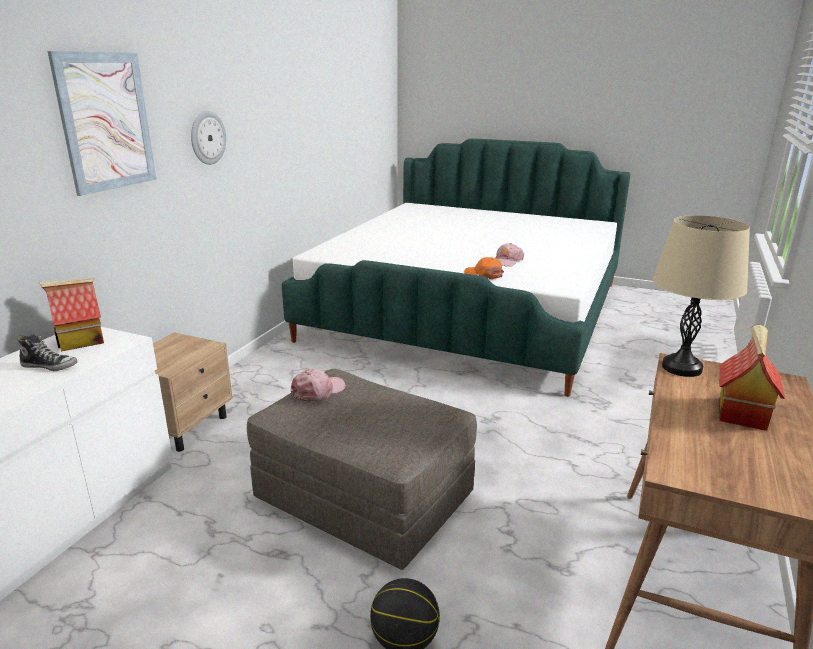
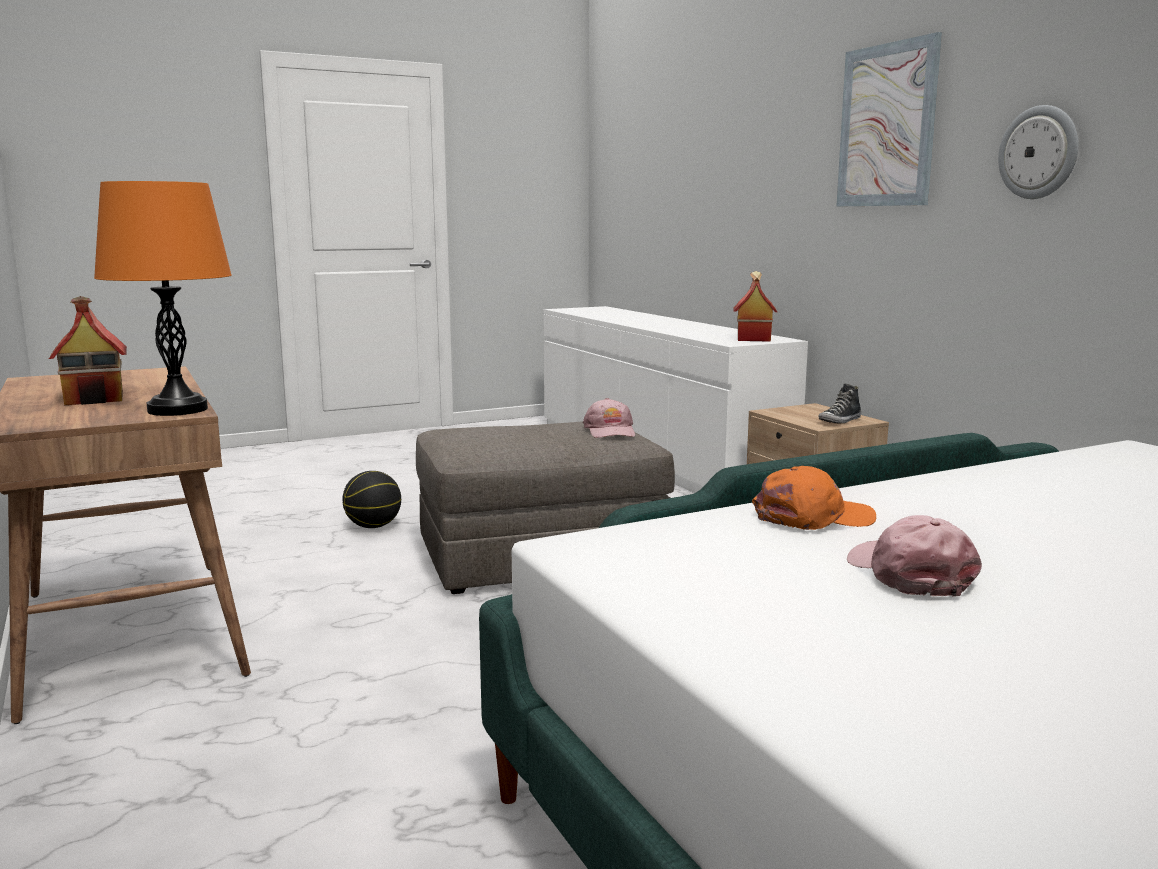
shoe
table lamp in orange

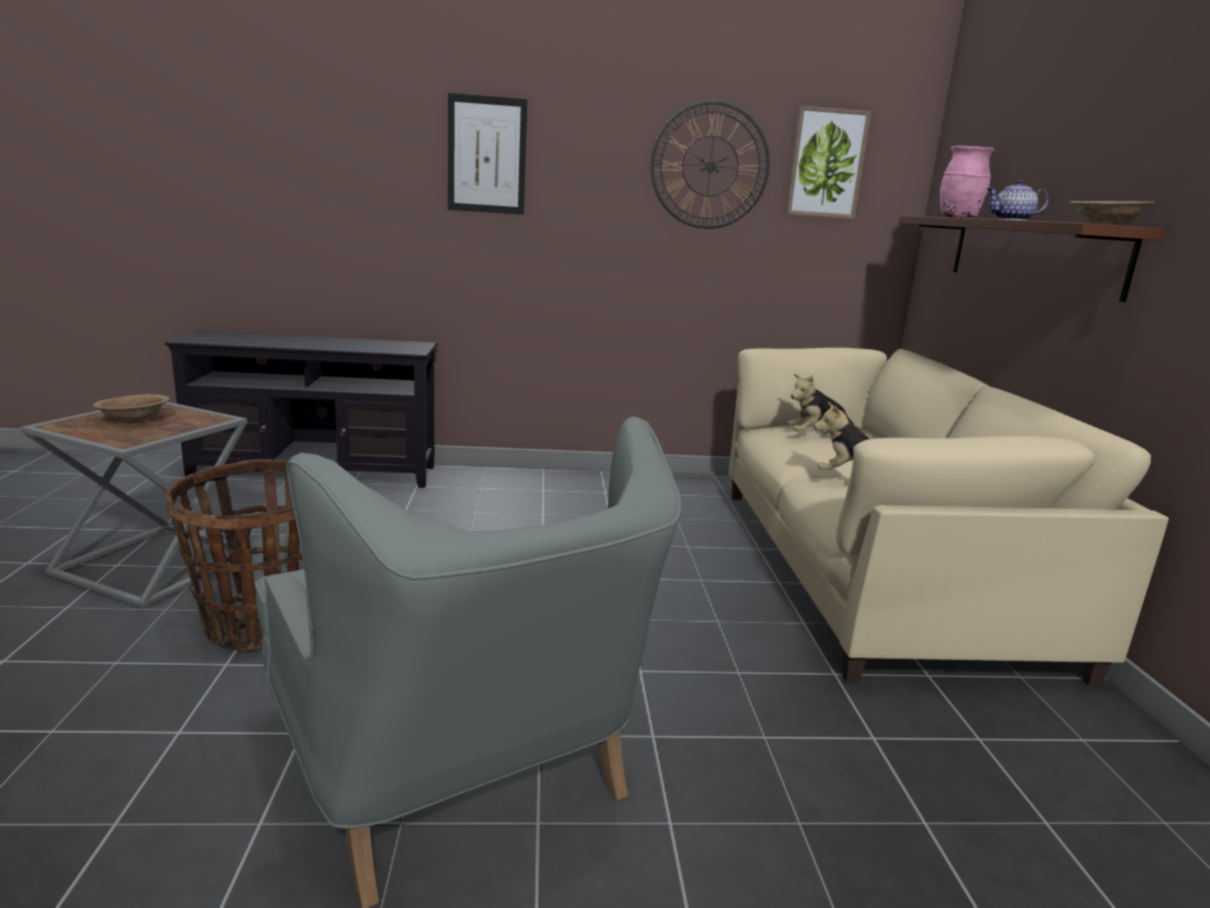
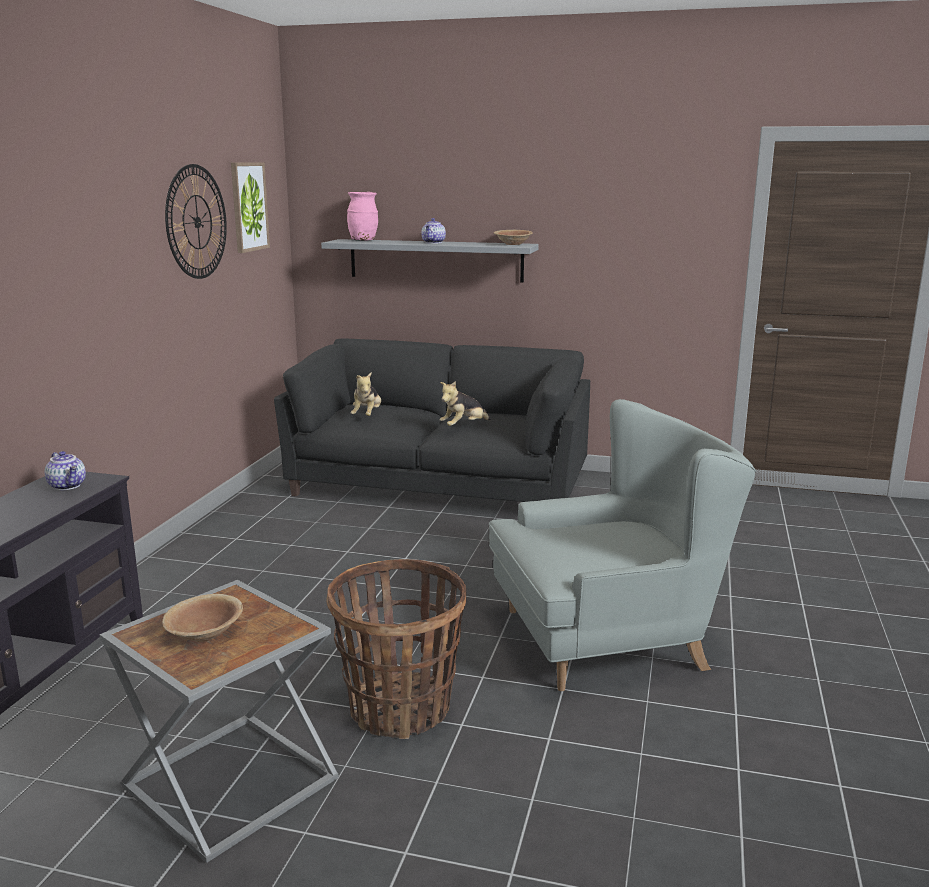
picture (no. 1 from left in the first image)
teapot (no. 1 from left)
sofa in black
shelf in grey

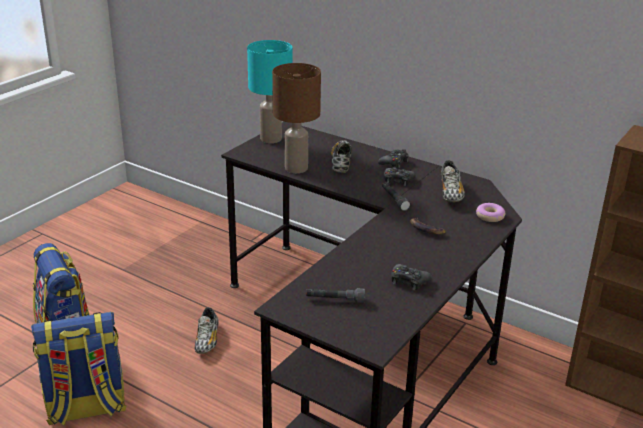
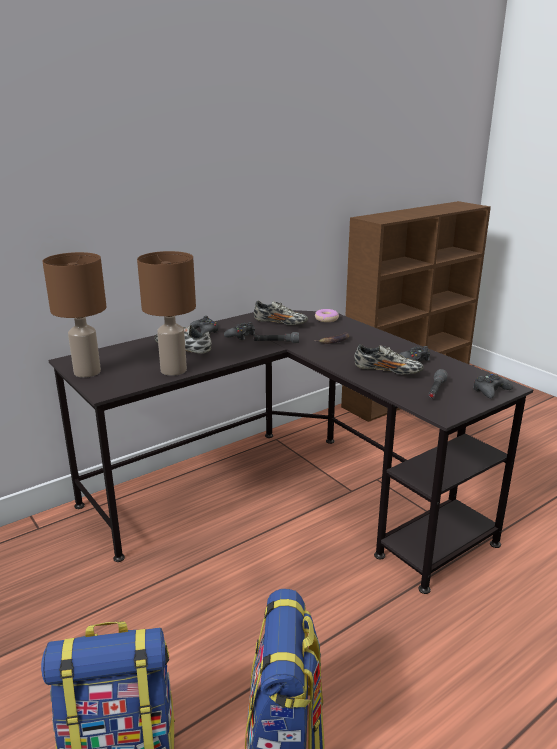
game controller in black (no. 4 from left)
shoe (no. 3 from left)
table lamp in brown (no. 1 from left)

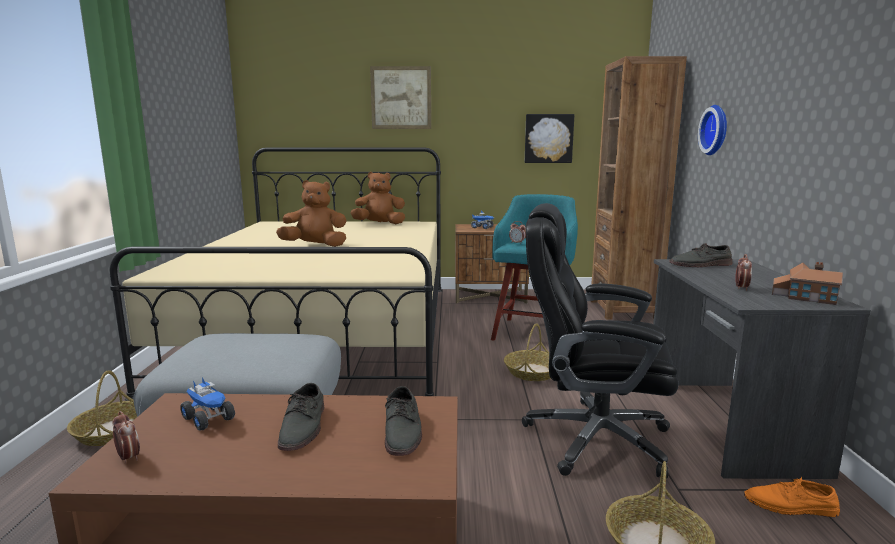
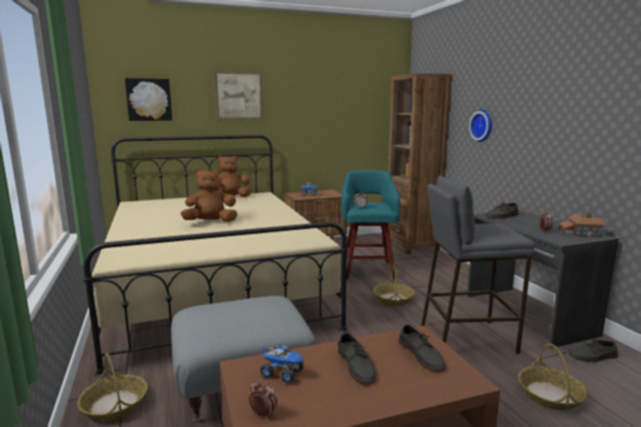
picture (no. 1 from left)
stool in grey
shoe in grey (no. 4 from left)

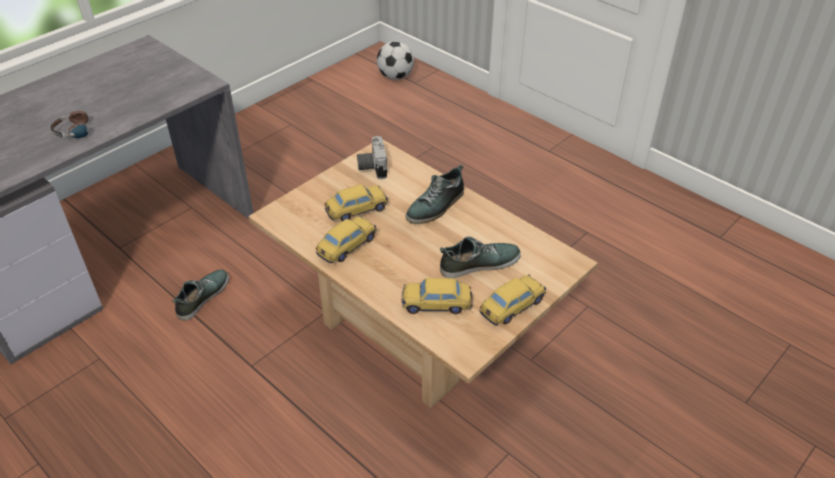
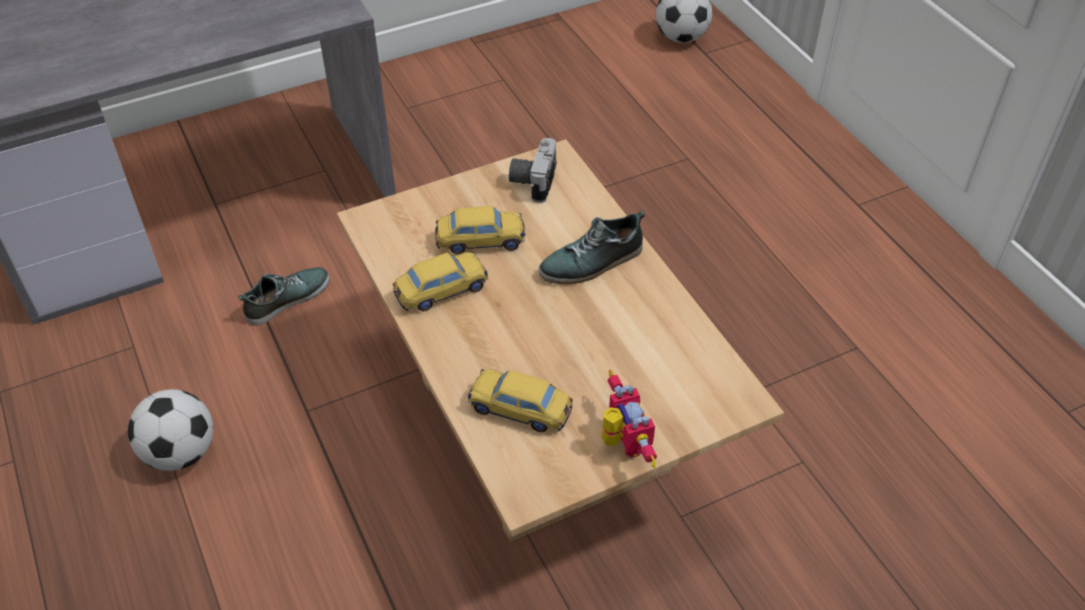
headphones
shoe (no. 3 from left in the first image)
football (no. 1 from left)
toy robot

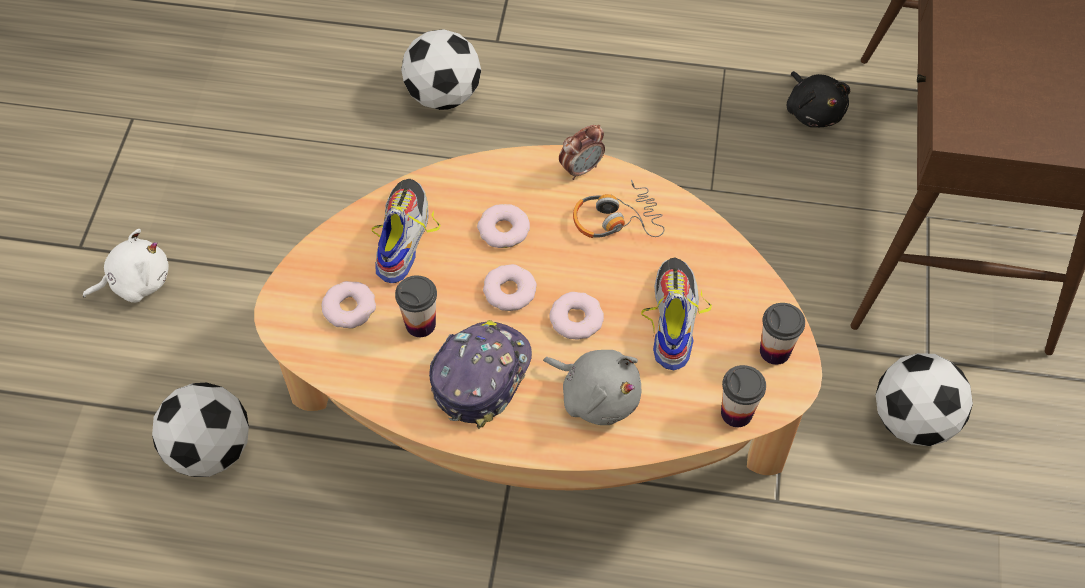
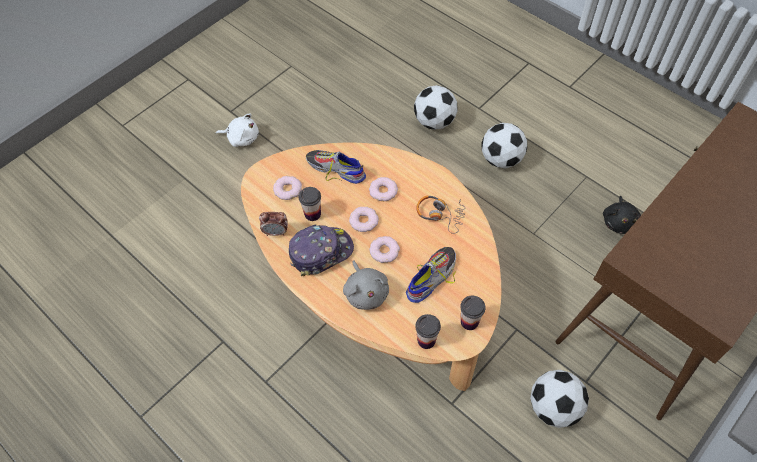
football (no. 2 from left)
alarm clock
shoe (no. 1 from left)

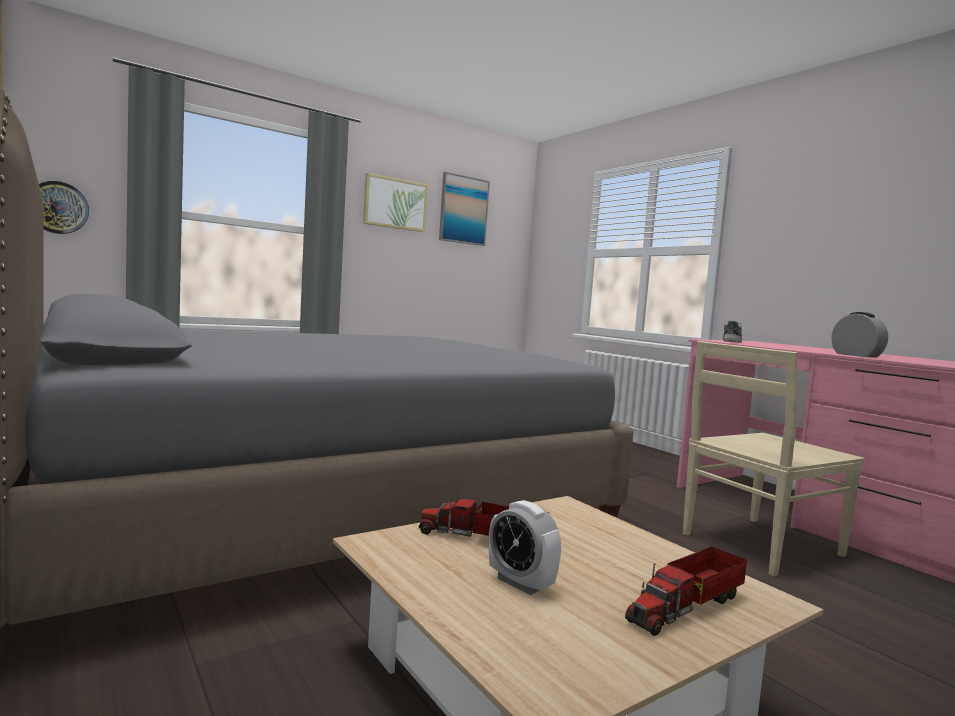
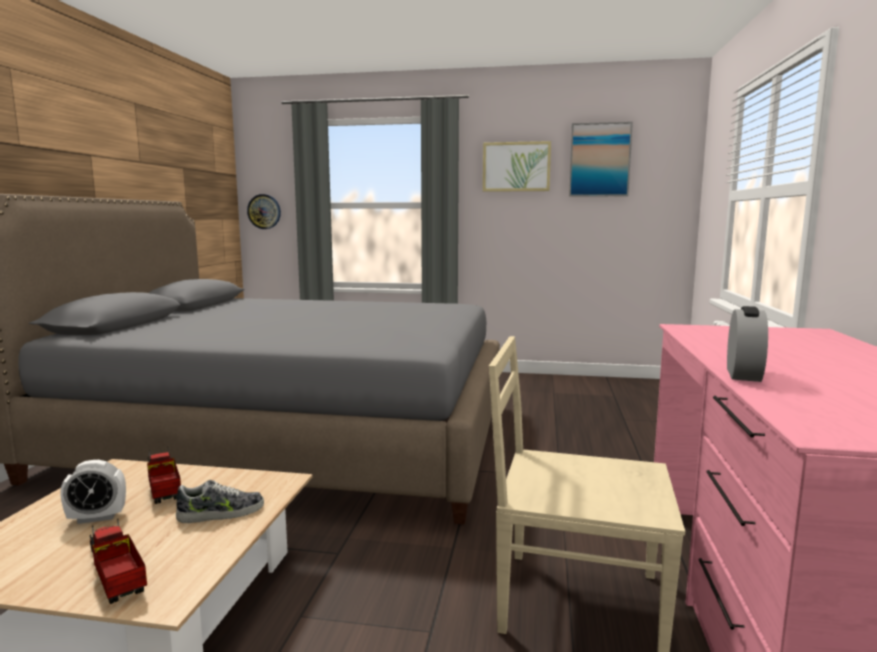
shoe
alarm clock (no. 1 from left)
toy truck (no. 1 from left)

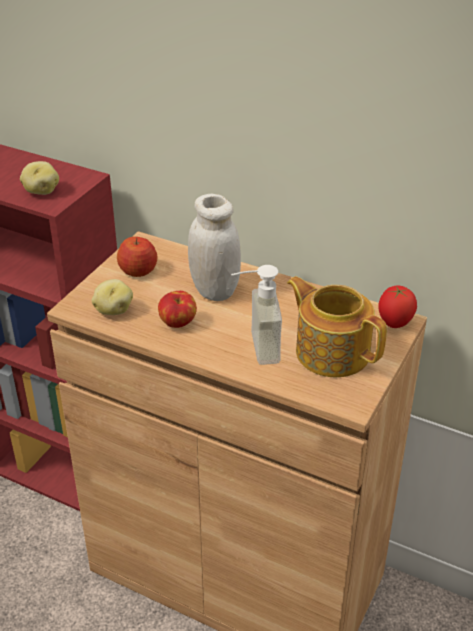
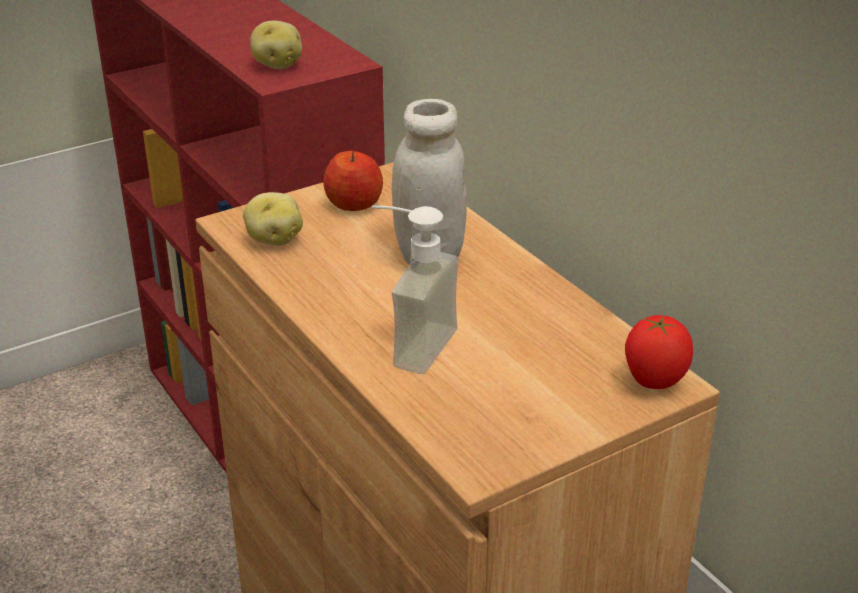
apple (no. 2 from left in the first image)
teapot

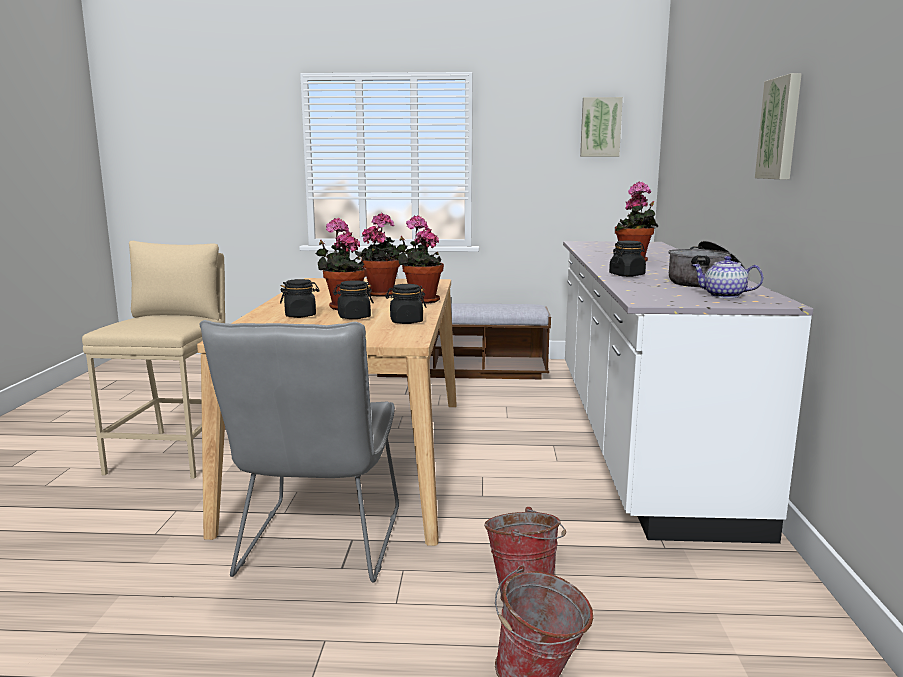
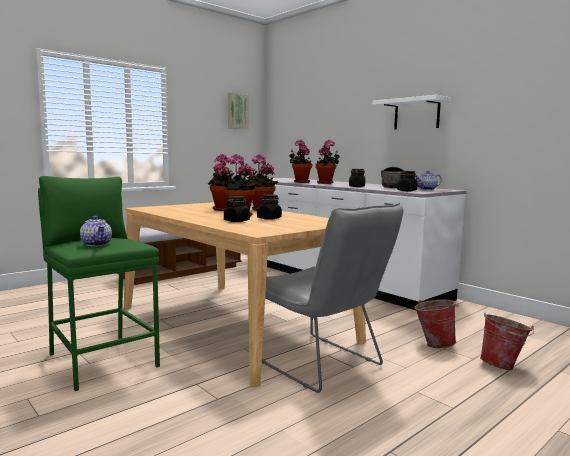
teapot (no. 1 from left)
potted plant (no. 4 from left)
jar in black (no. 4 from left)
shelf in white
stool in green

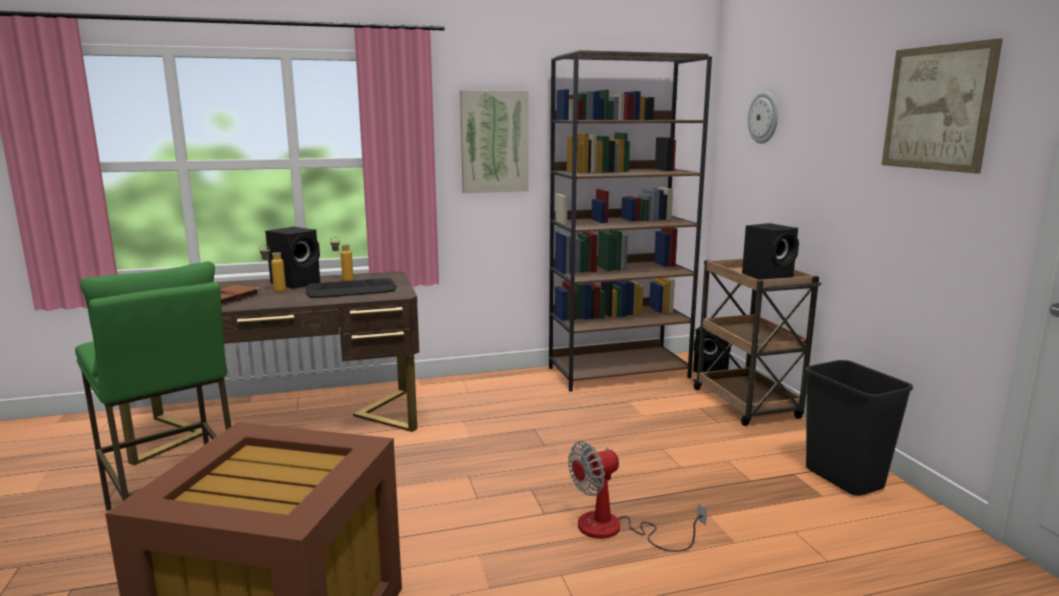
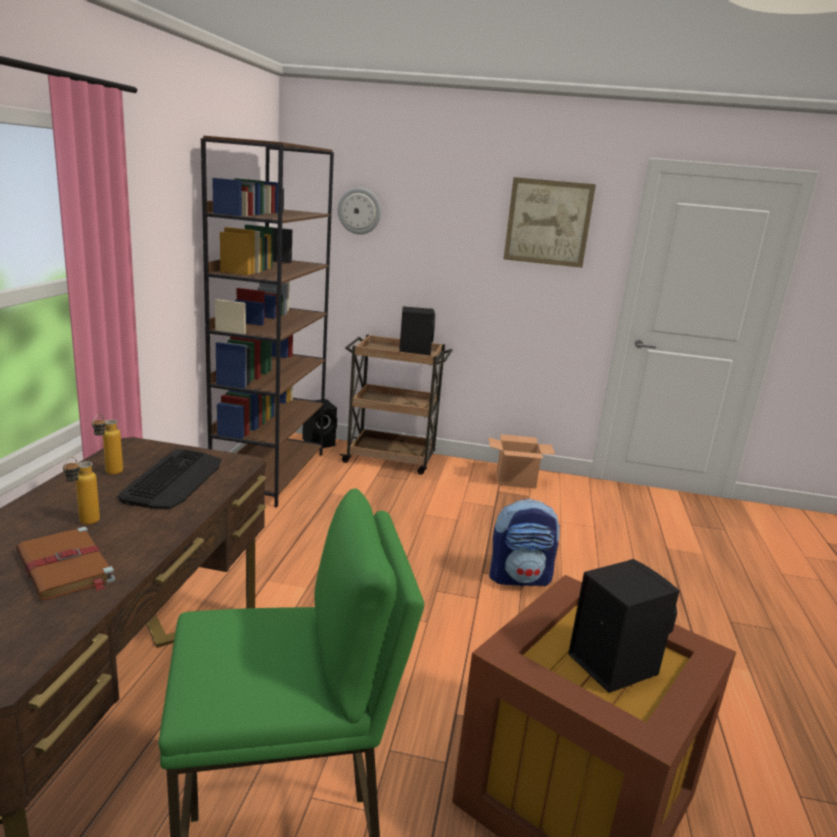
picture (no. 1 from left in the first image)
speaker in black (no. 3 from left)
backpack
cardboard box

